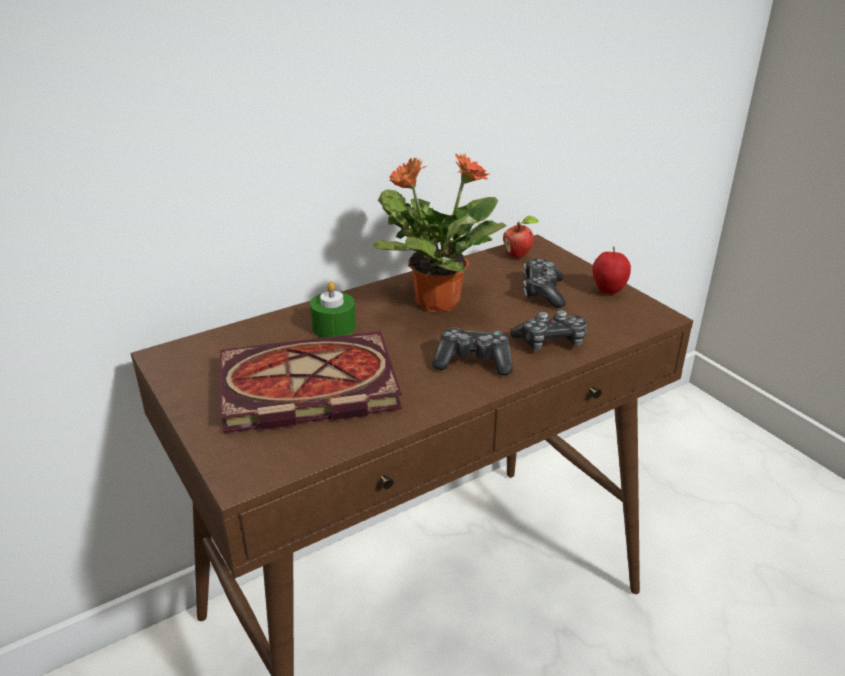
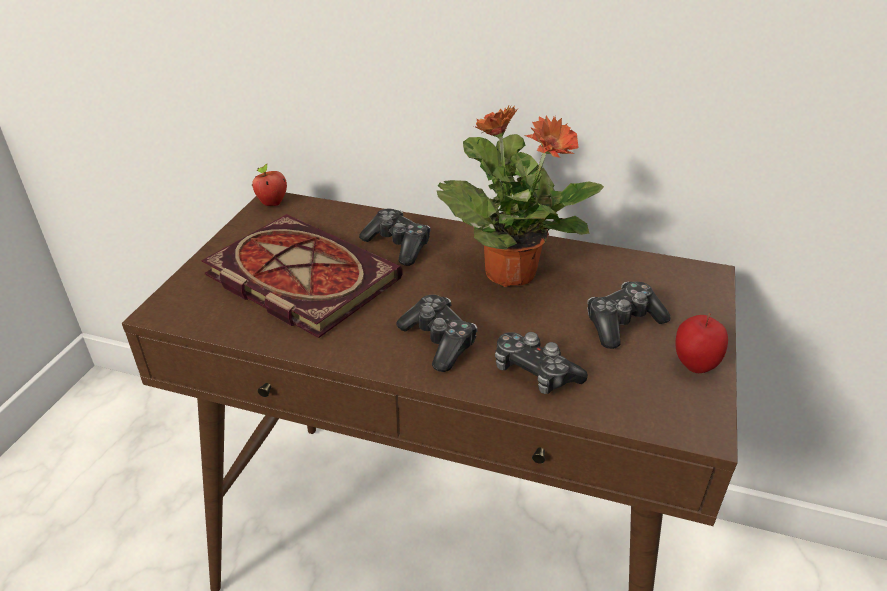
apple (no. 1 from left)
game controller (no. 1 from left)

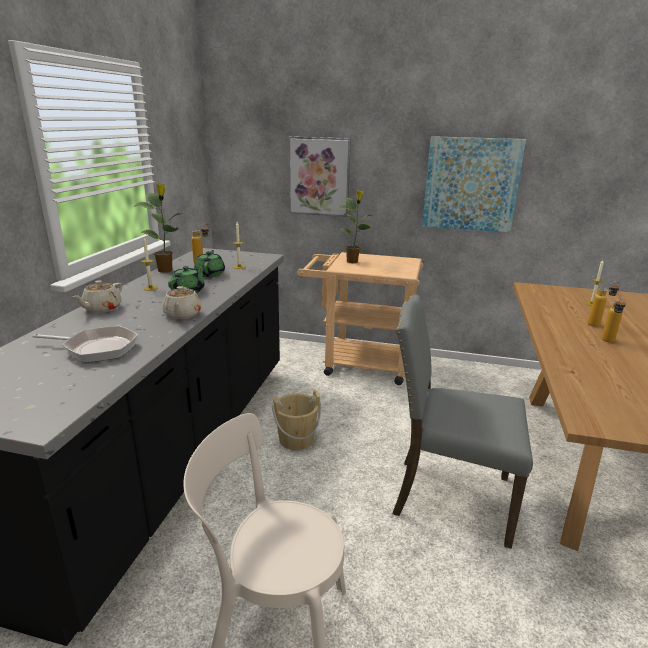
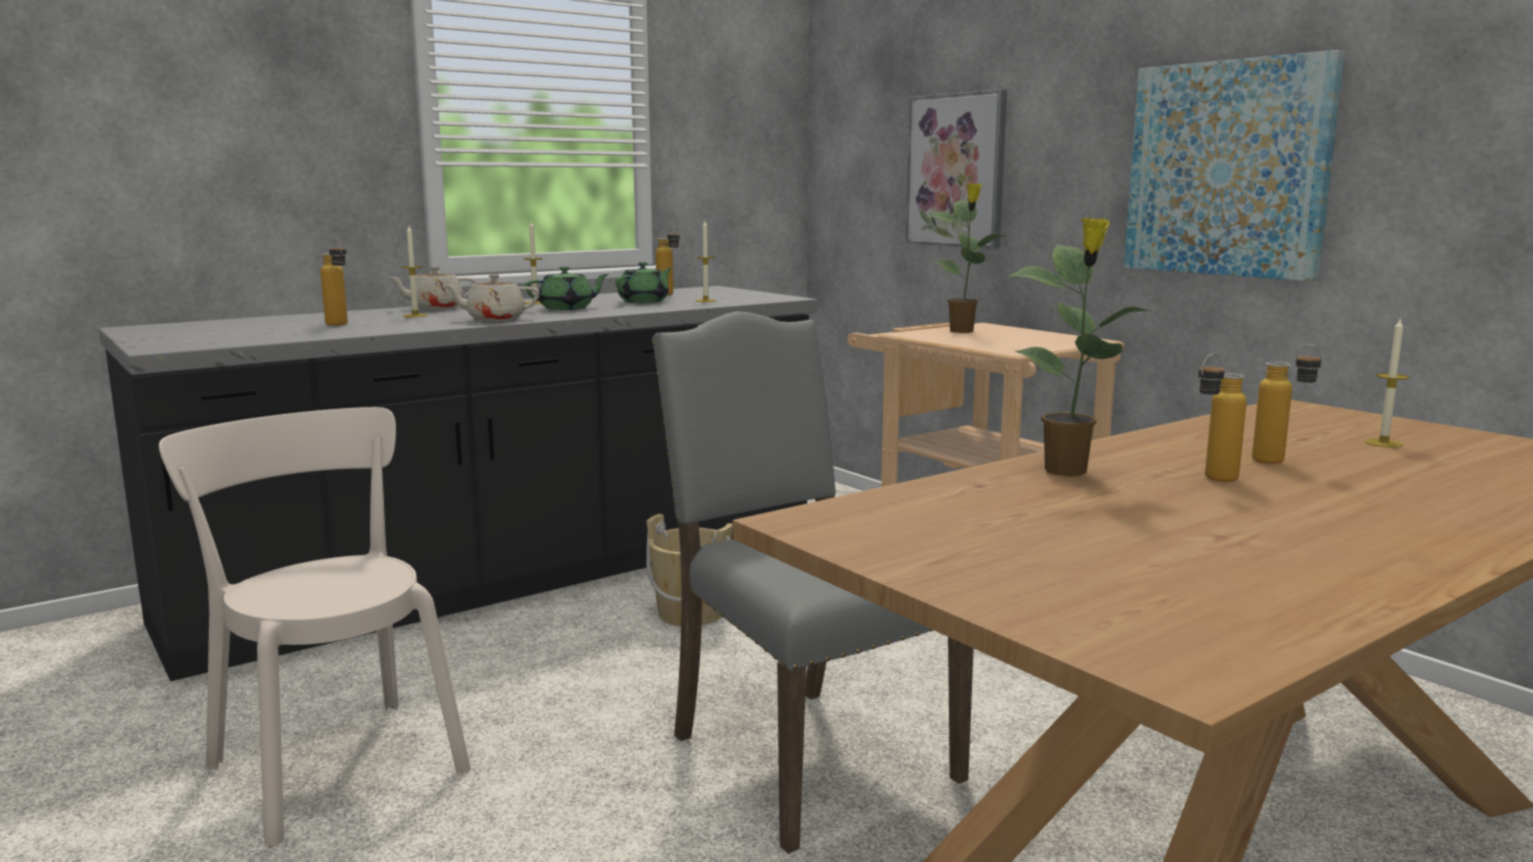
candle (no. 1 from left)
potted plant (no. 2 from left)
bottle (no. 1 from left)
teapot in beige (no. 2 from left)

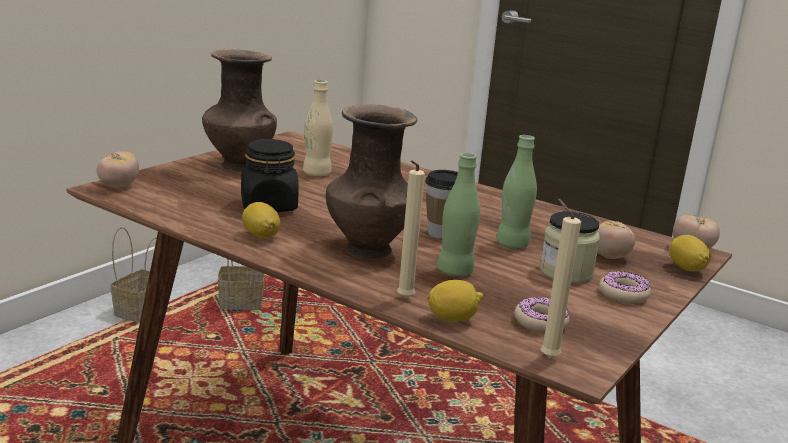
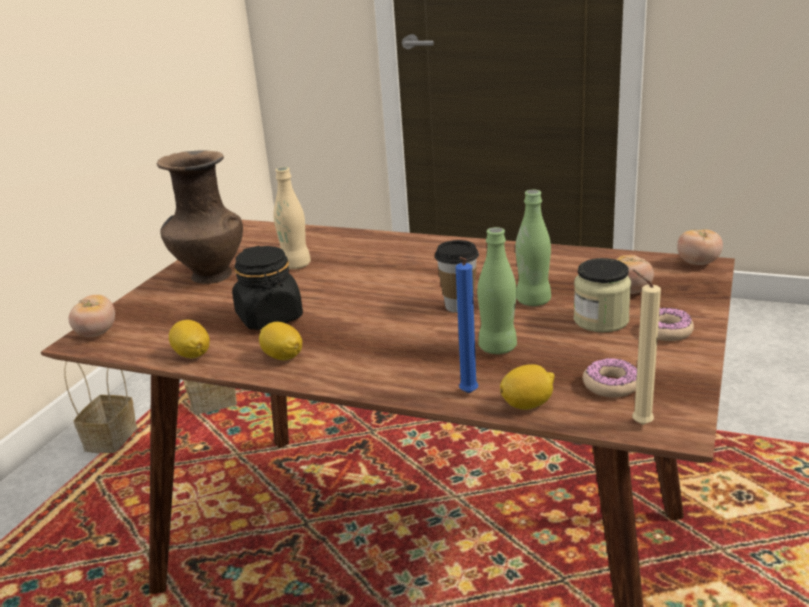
vase in brown (no. 2 from left in the first image)
lemon (no. 1 from left)
candle in blue

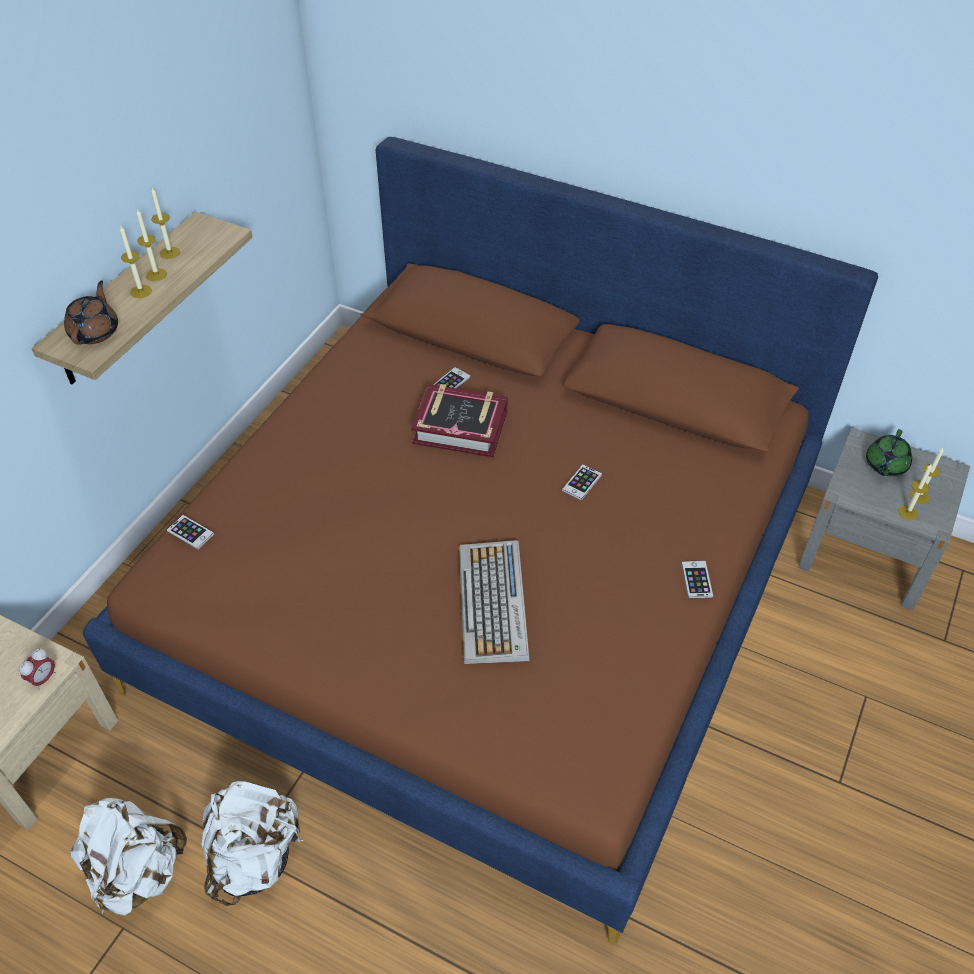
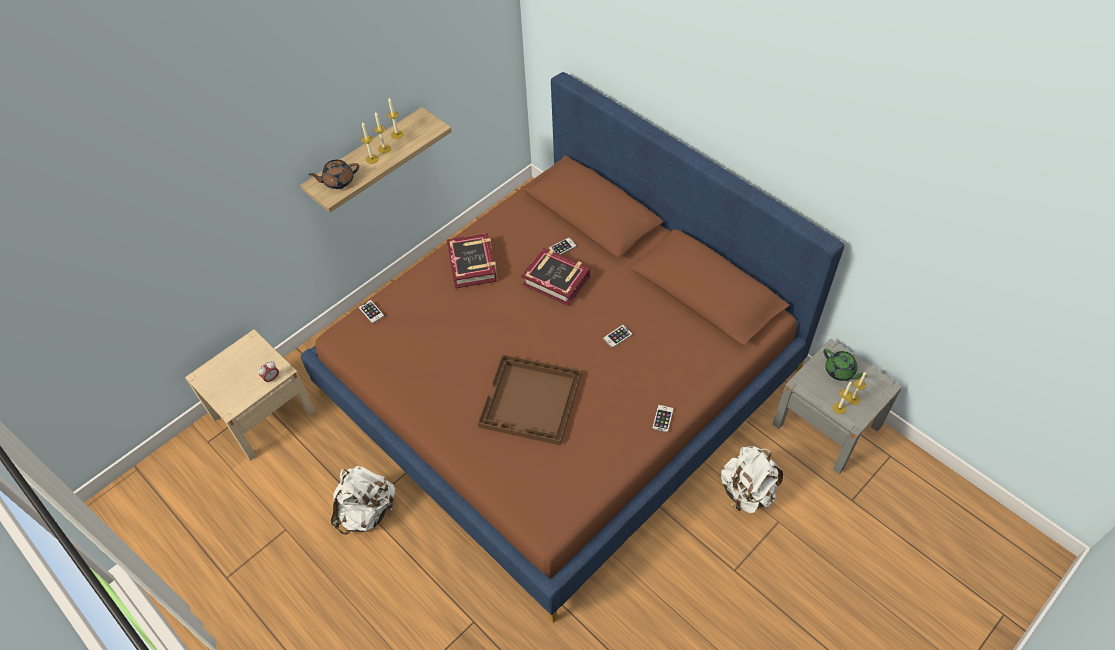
book (no. 1 from left)
backpack in white (no. 2 from left)
tray in brown
teapot in brown
teapot in green

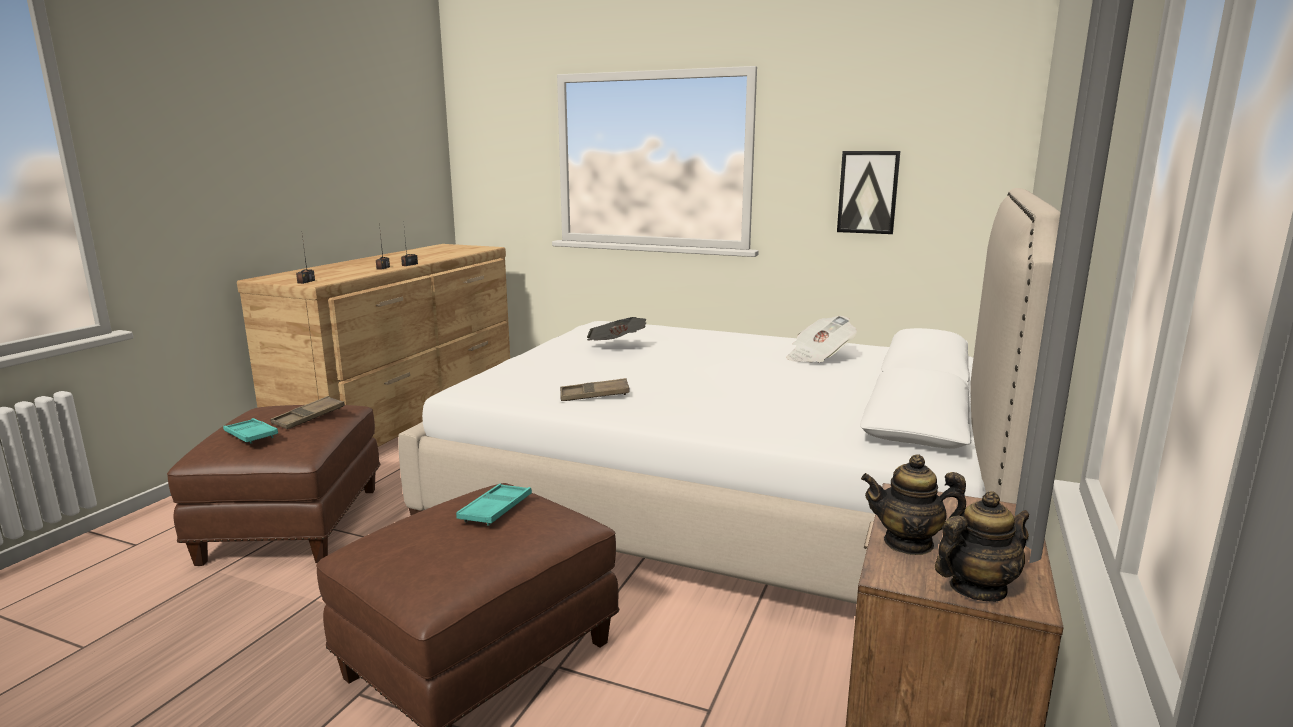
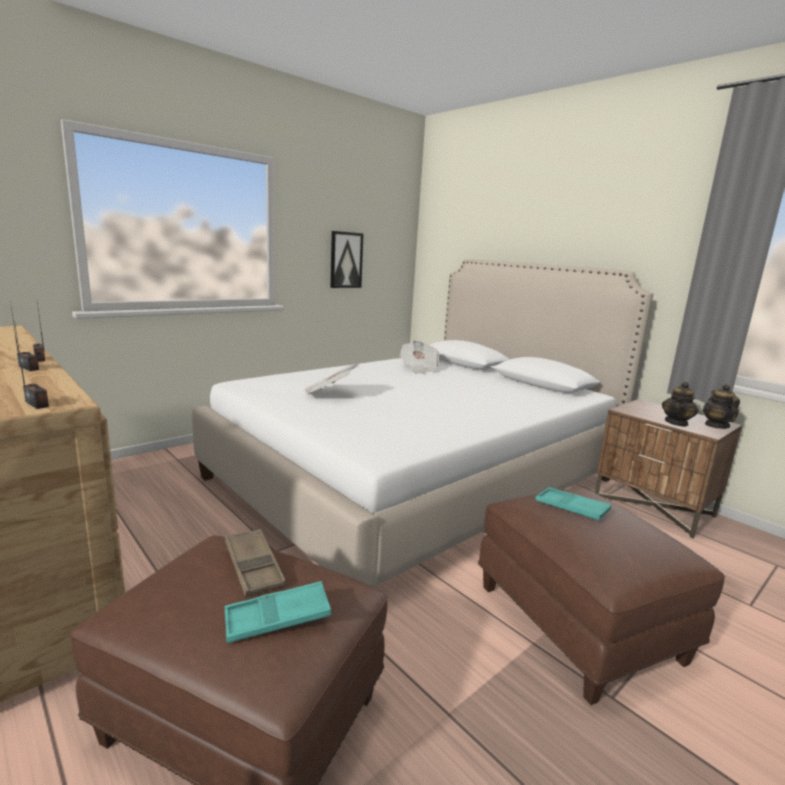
tray in brown (no. 2 from left in the first image)

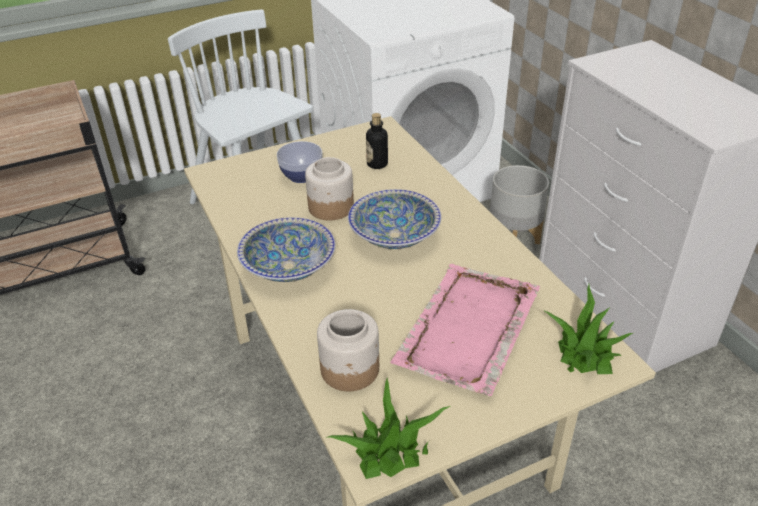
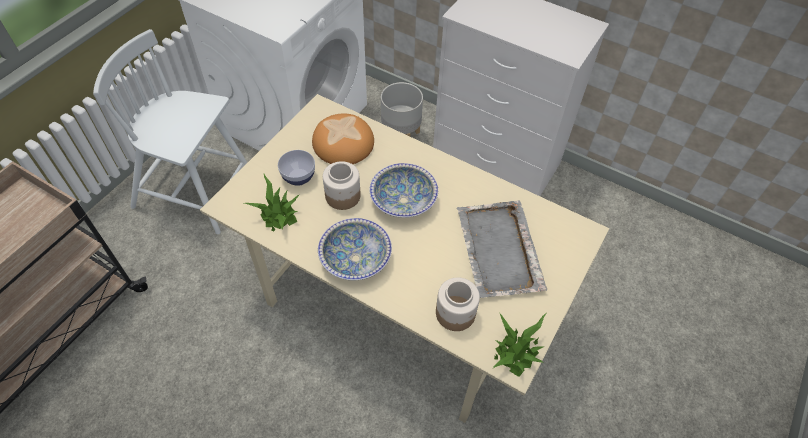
potted plant (no. 1 from left)
bread
tray in grey

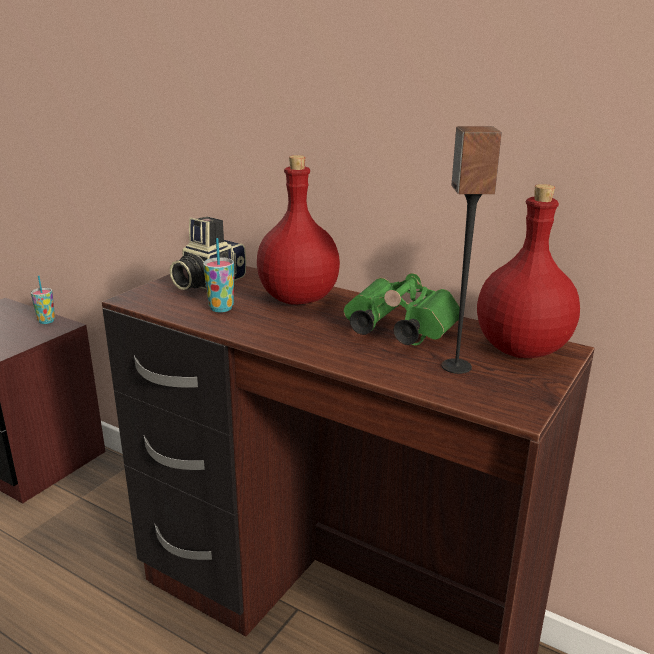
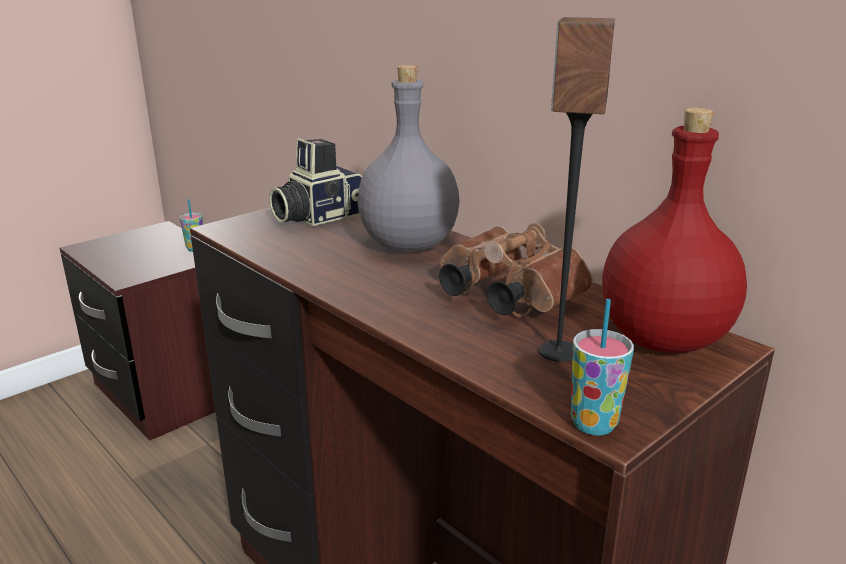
cup (no. 2 from left)
bottle in grey
binoculars in brown

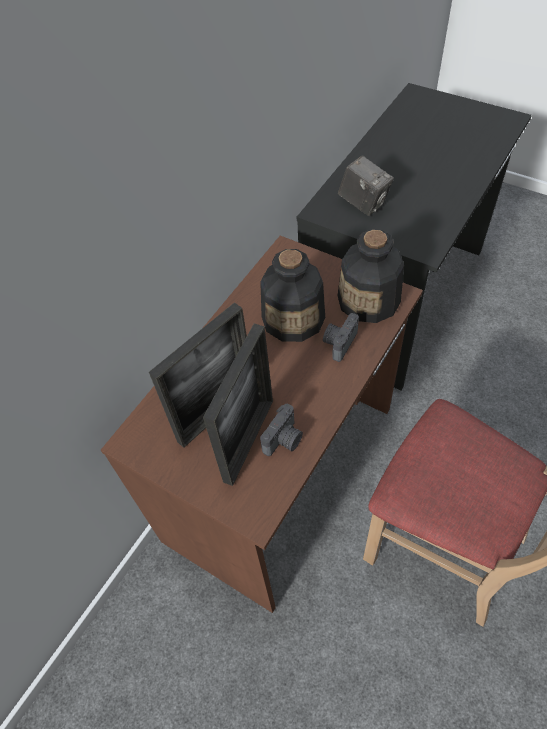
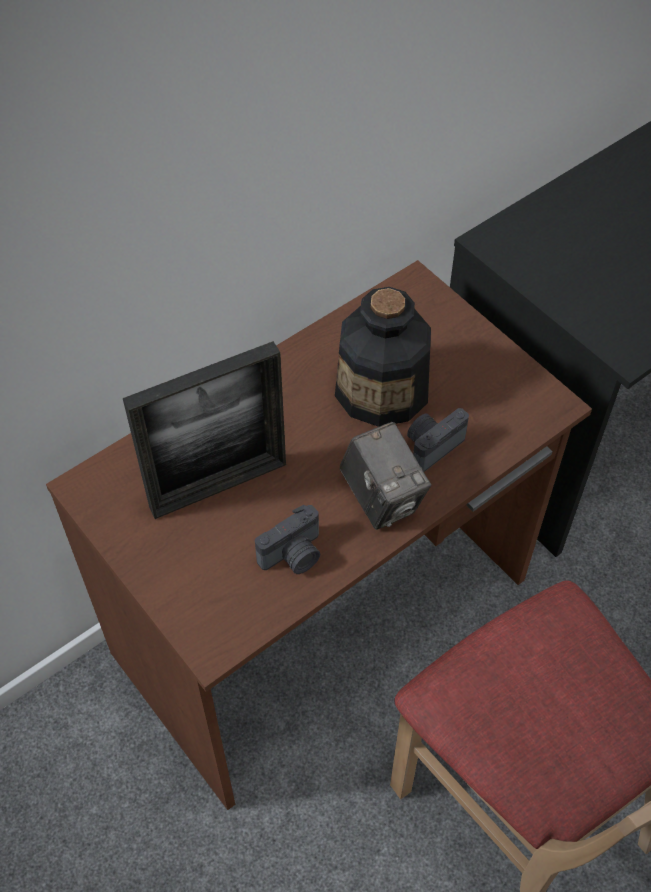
picture frame (no. 2 from left in the first image)
bottle (no. 2 from left in the first image)
photo camera (no. 2 from left)

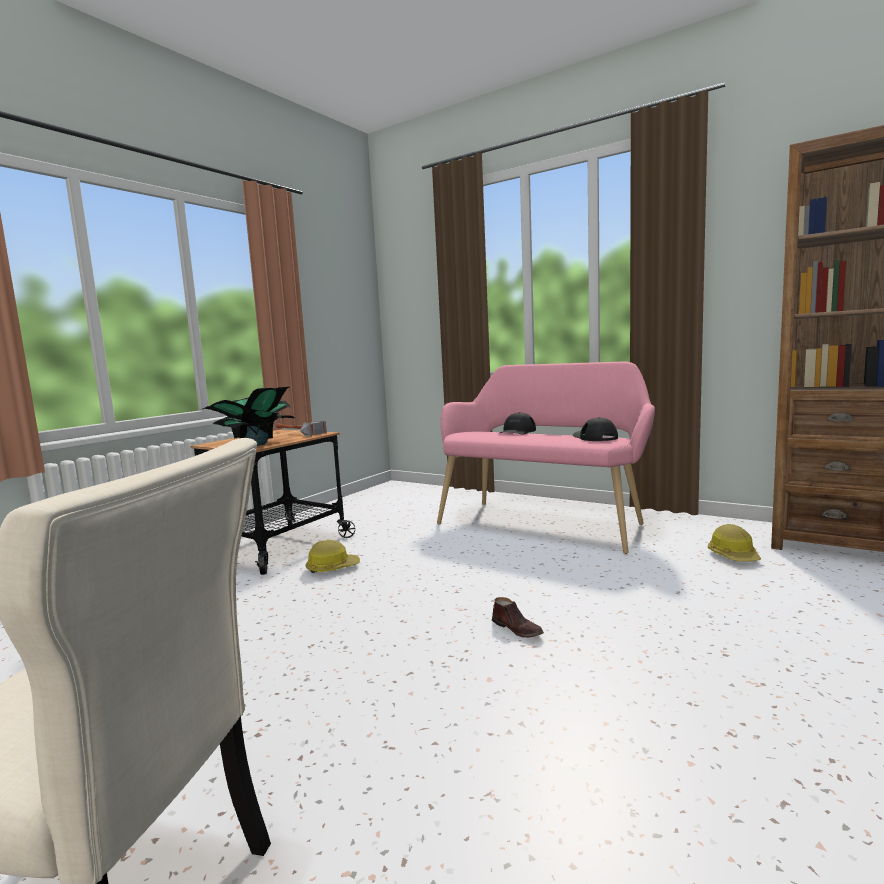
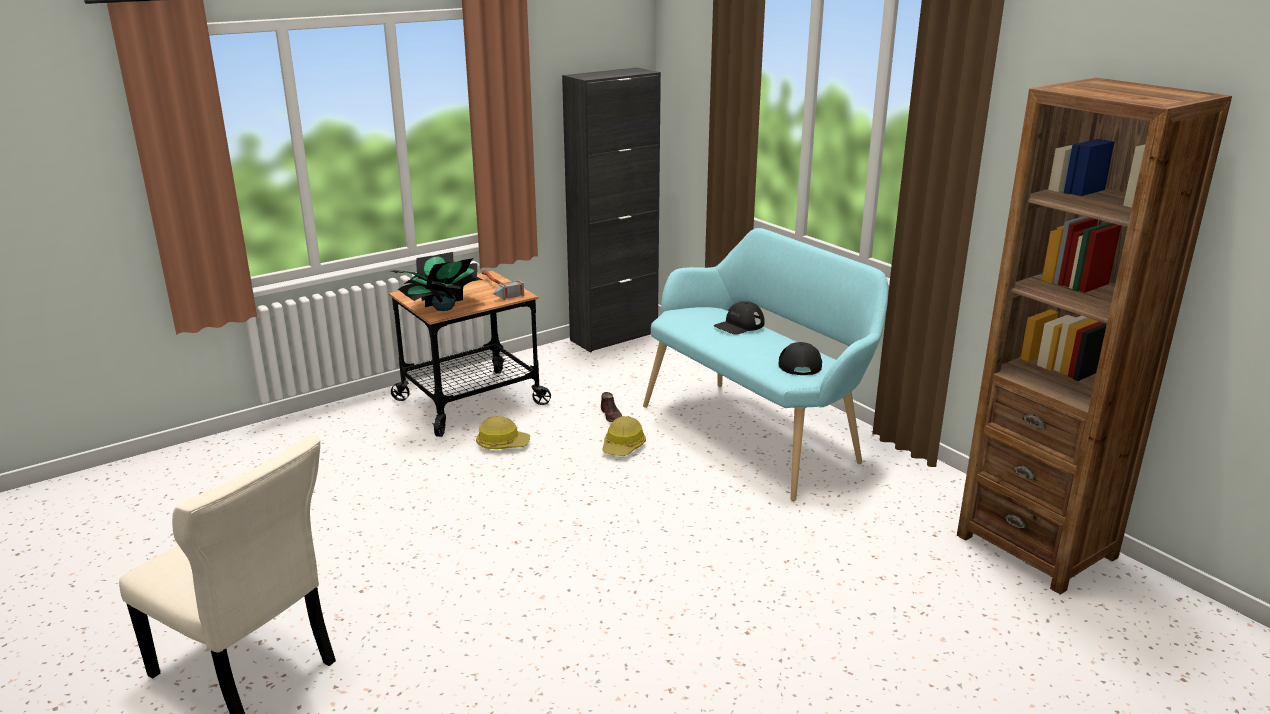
cabinet in black
shoe in brown
hard hat (no. 2 from left)
bench in turquoise

